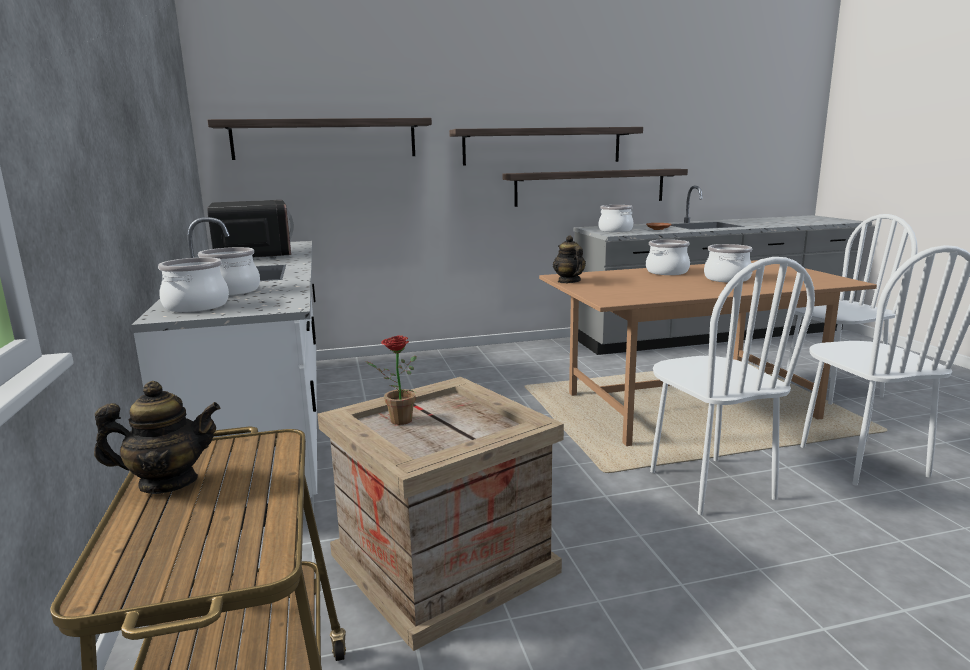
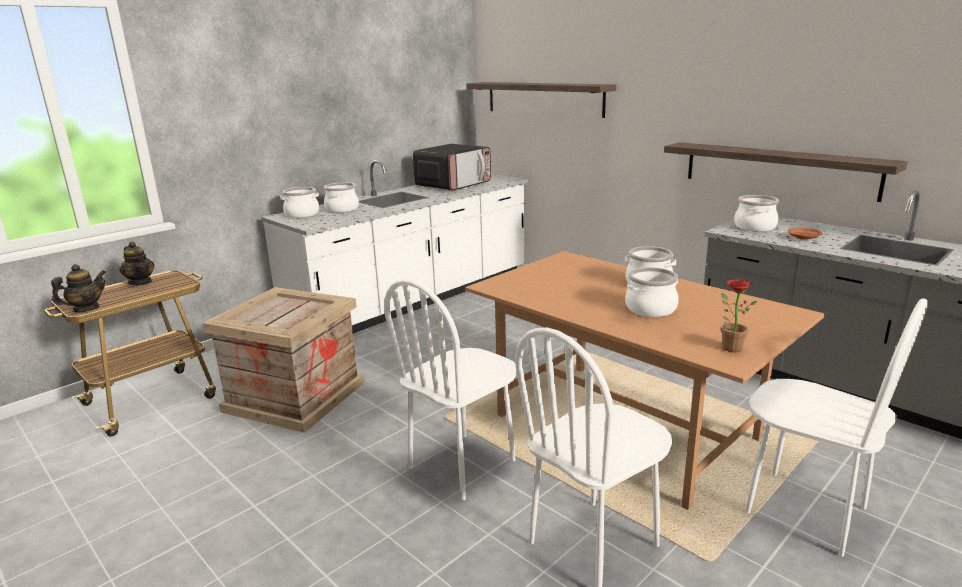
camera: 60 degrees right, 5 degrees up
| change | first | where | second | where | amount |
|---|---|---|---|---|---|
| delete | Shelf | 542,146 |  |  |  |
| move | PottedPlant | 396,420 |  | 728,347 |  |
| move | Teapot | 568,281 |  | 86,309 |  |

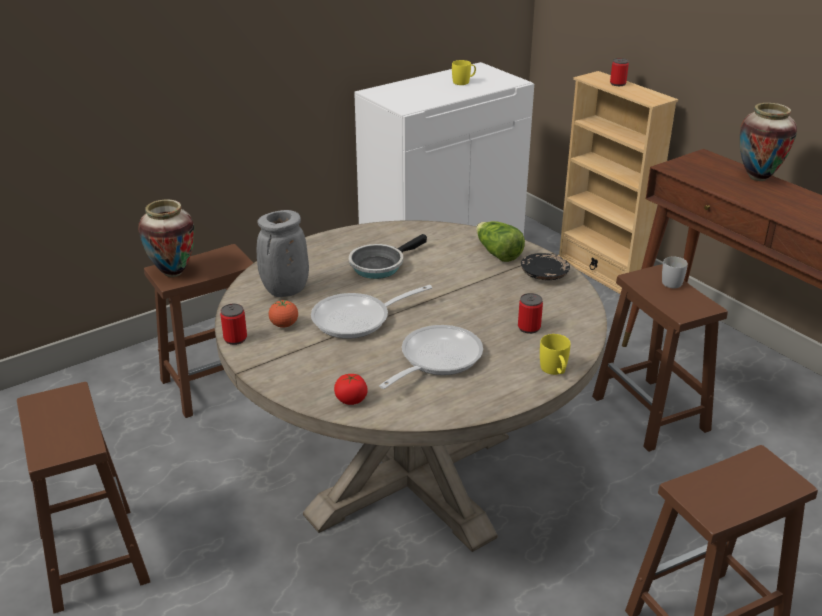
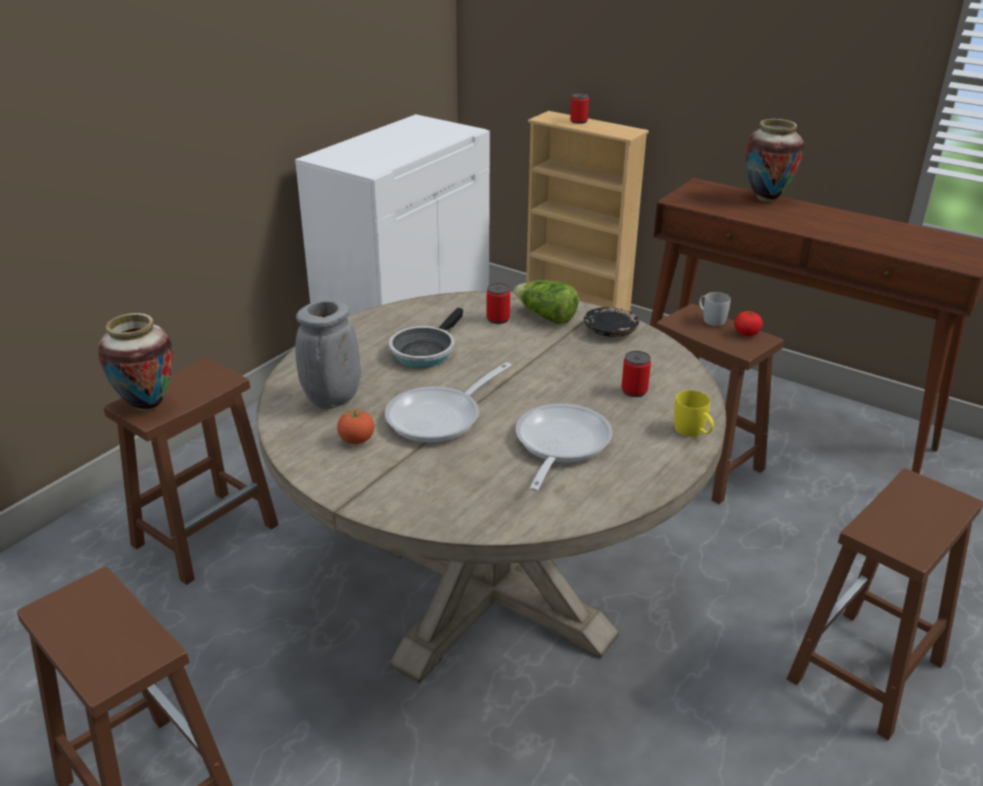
camera: 20 degrees left, 0 degrees up
| change | first | where | second | where | amount |
|---|---|---|---|---|---|
| delete | YellowMug | 464,82 |  |  |  |
| move | Can | 235,339 |  | 498,319 |  |
| move | Tomato | 351,400 |  | 746,333 |  |

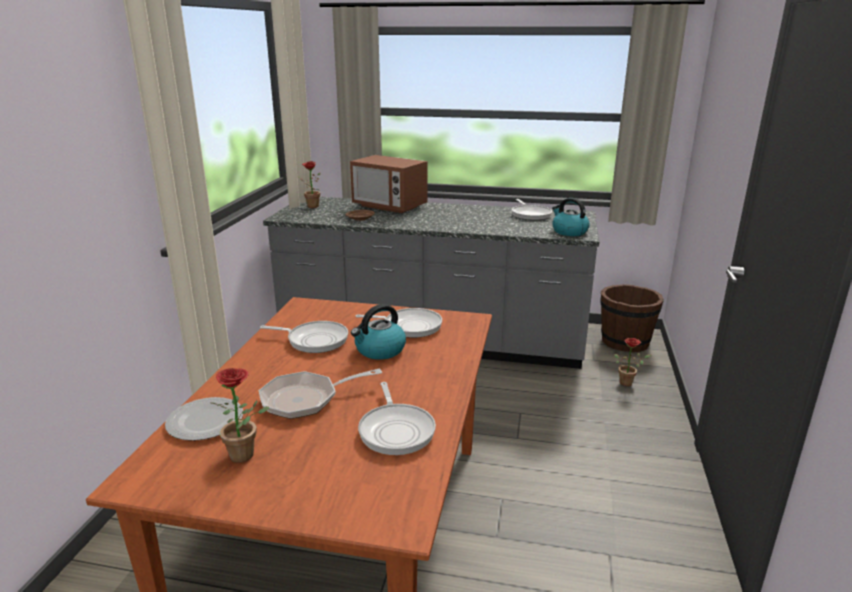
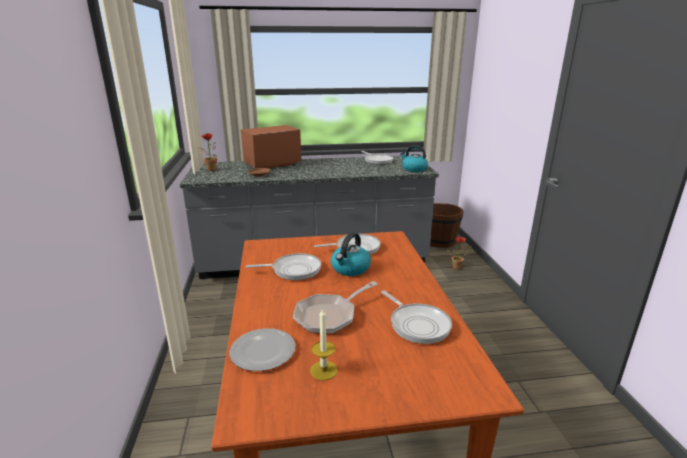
camera: 20 degrees left, 0 degrees up
| change | first | where | second | where | amount |
|---|---|---|---|---|---|
| replace | PottedPlant | 247,455 | Candle | 323,370 |  |
| rotate | Microwave | 389,206 |  | 272,164 | 135 degrees clockwise |

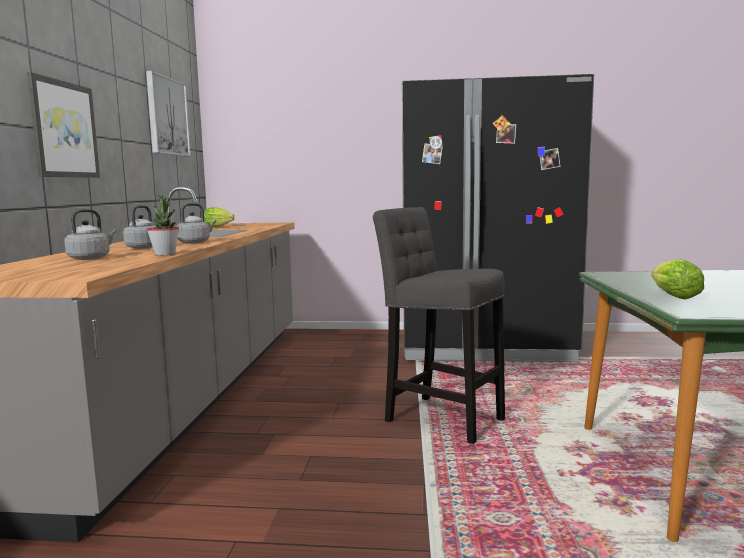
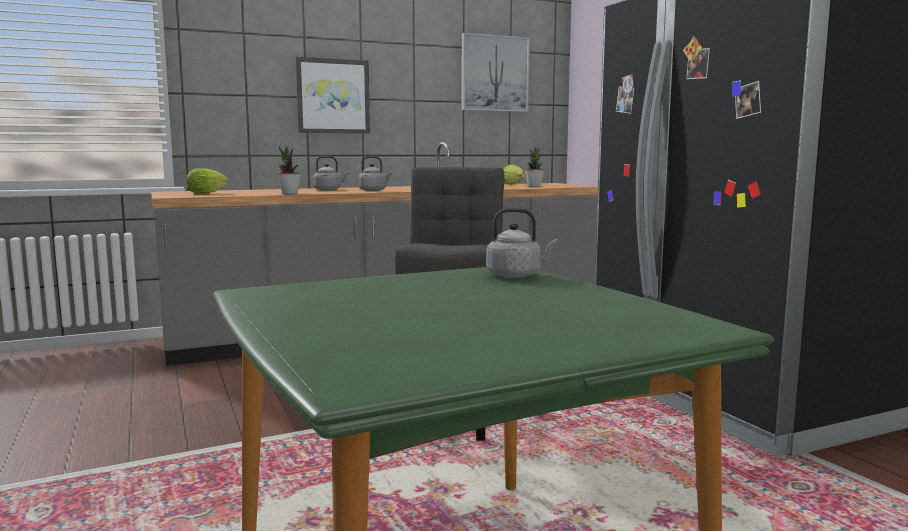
camera: 60 degrees right, 0 degrees up
| change | first | where | second | where | amount |
|---|---|---|---|---|---|
| insert |  |  | PottedPlant | 534,186 |  |
| move | GreyKettle | 91,258 |  | 517,275 |  |
| move | Lettuce | 672,296 |  | 208,193 |  |

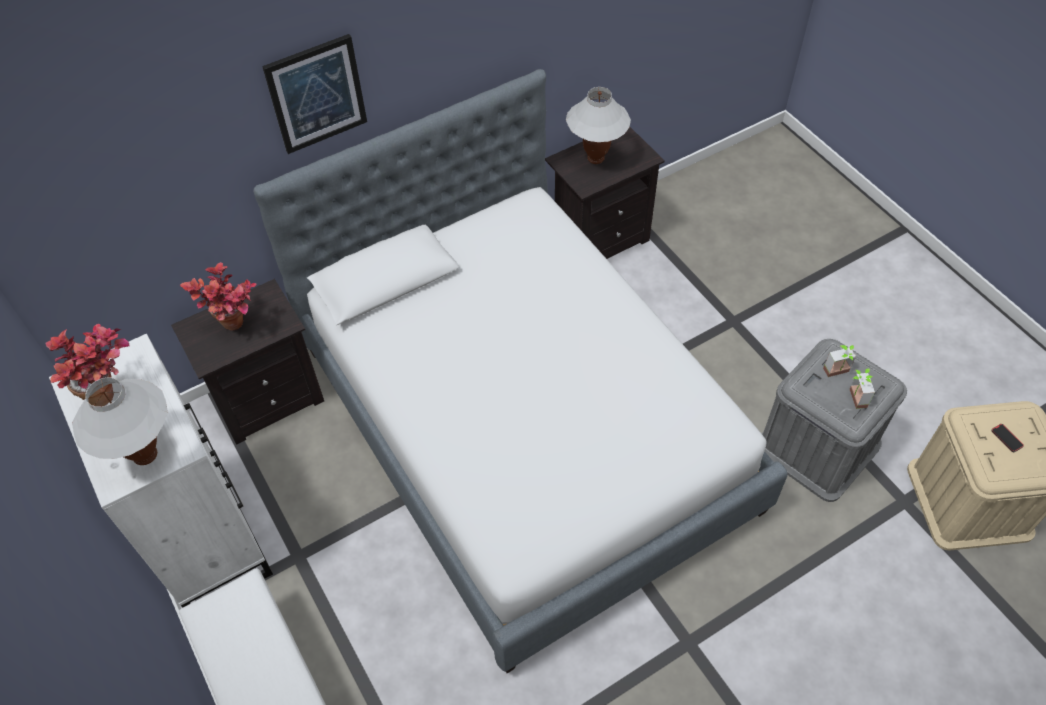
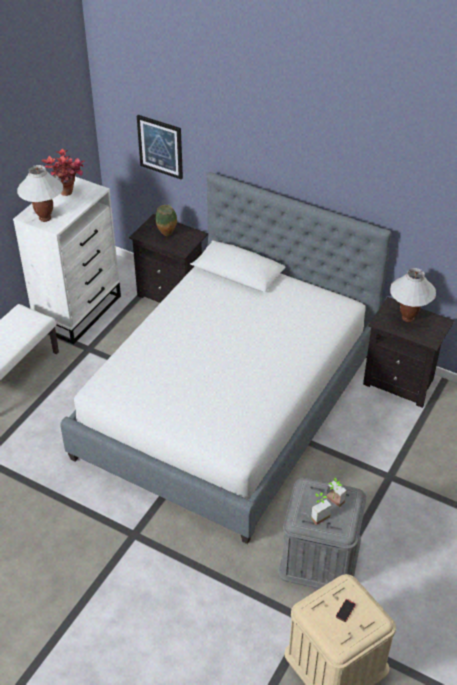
camera: 60 degrees right, 10 degrees down
| change | first | where | second | where | amount |
|---|---|---|---|---|---|
| move | Picture | 316,94 |  | 160,146 |  |
| replace | PottedPlant | 237,328 | Vase | 167,235 |  |

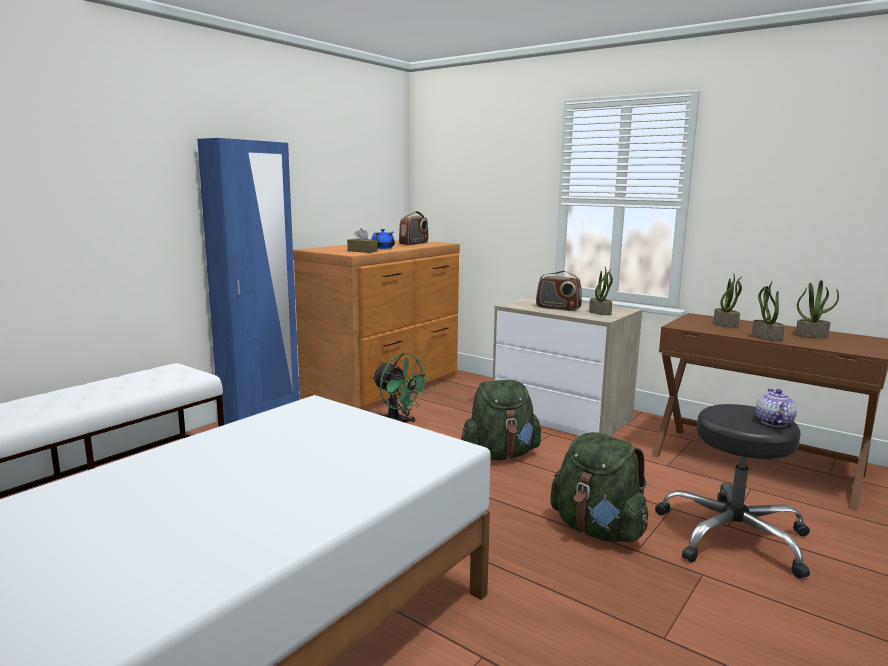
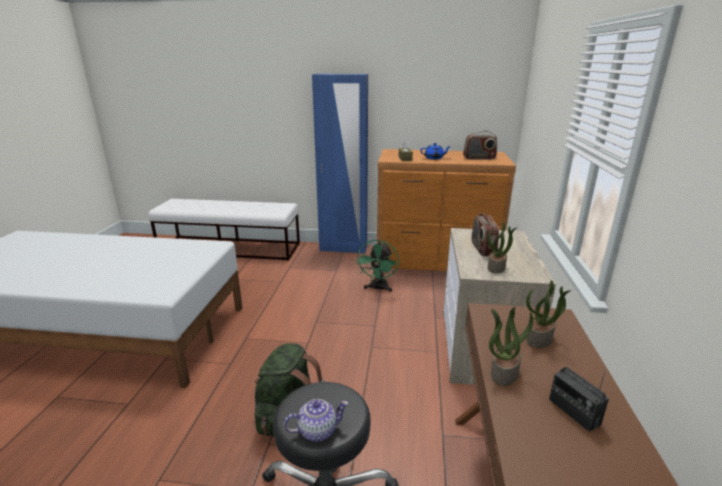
camera: 60 degrees right, 10 degrees up
| change | first | where | second | where | amount |
|---|---|---|---|---|---|
| delete | GreenBackpack | 500,455 |  |  |  |
| replace | PottedPlant | 811,336 | Radio | 573,412 |  |

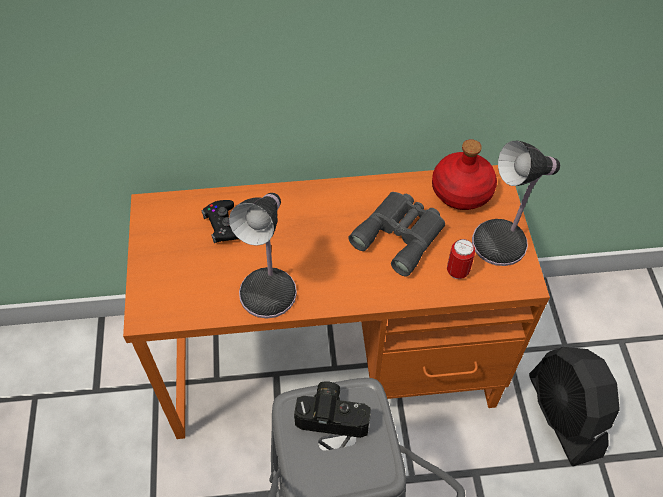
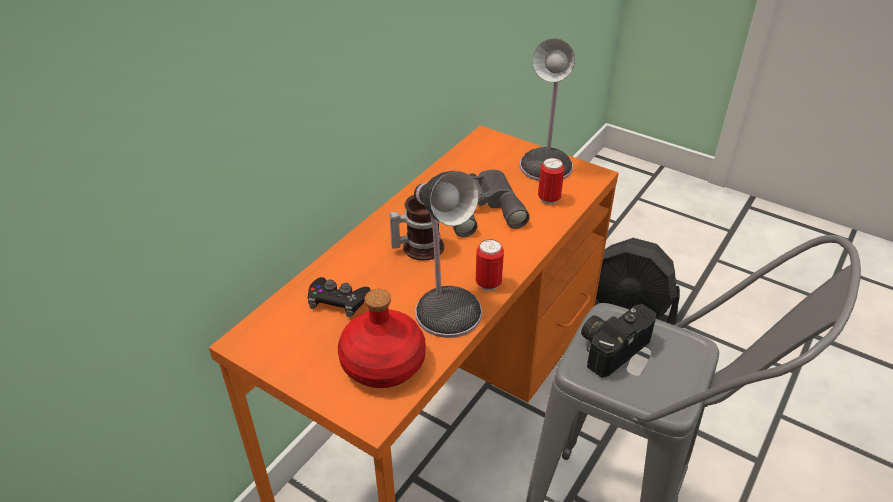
camera: 50 degrees left, 15 degrees down
| change | first | where | second | where | amount |
|---|---|---|---|---|---|
| insert |  |  | Mug | 418,246 |  |
| insert |  |  | Can | 488,284 |  |
| move | RedBottle | 462,191 |  | 383,362 |  |

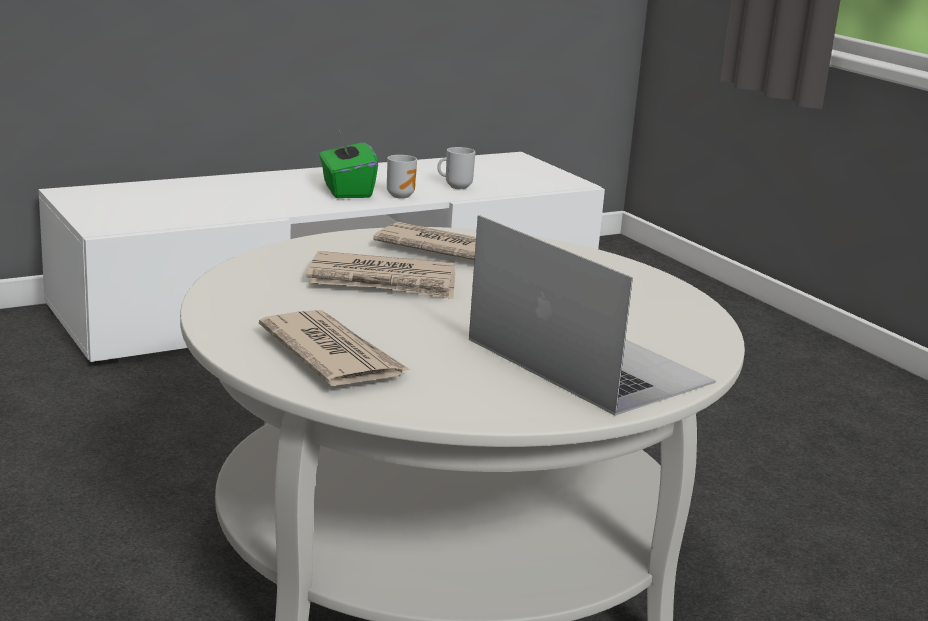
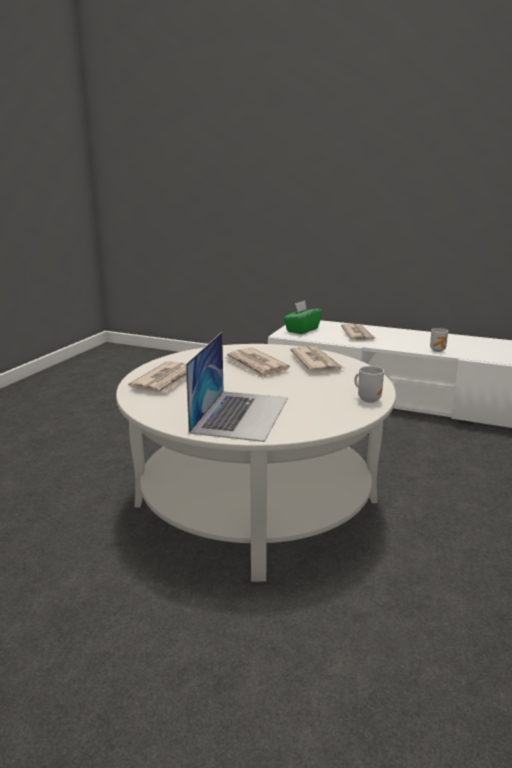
camera: 55 degrees right, 0 degrees up
| change | first | where | second | where | amount |
|---|---|---|---|---|---|
| insert |  |  | Newspaper | 358,334 |  |
| move | GreenTissueBox | 346,190 |  | 302,330 |  |
| move | Mug | 456,187 |  | 368,399 |  |

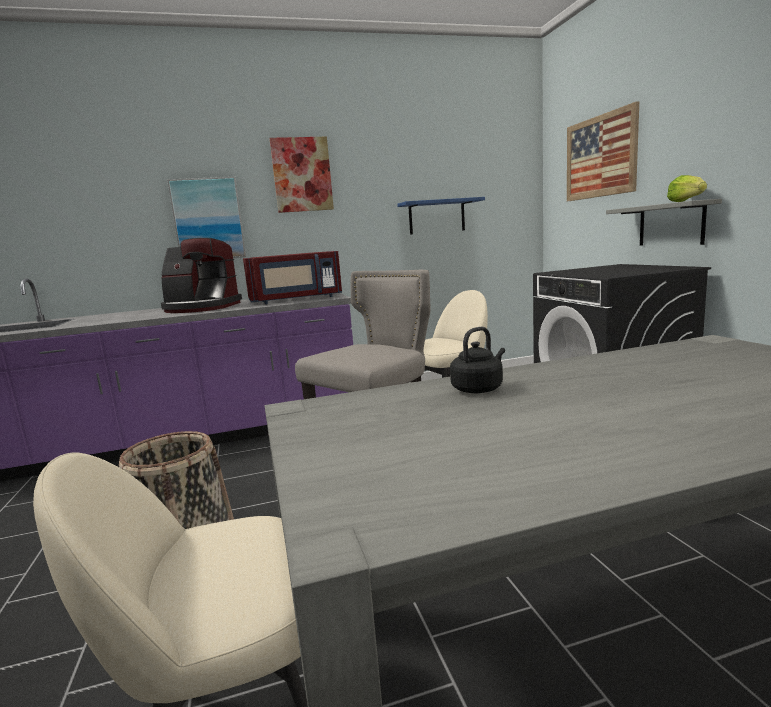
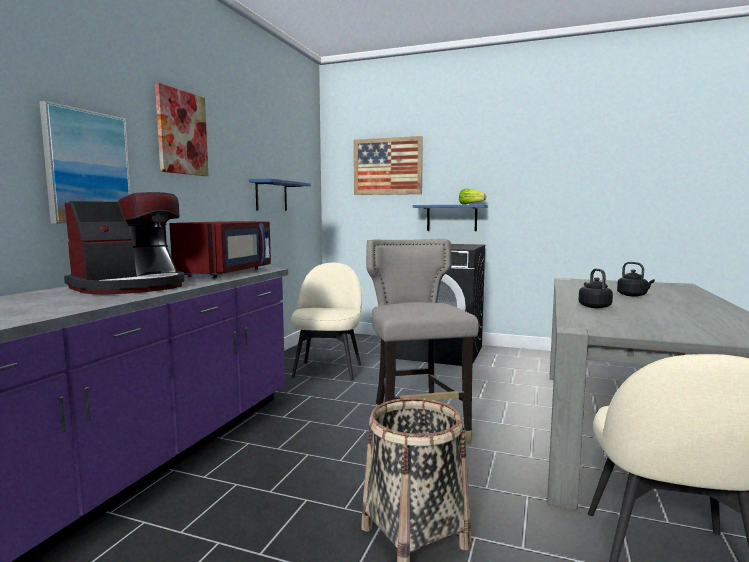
camera: 55 degrees left, 5 degrees down
| change | first | where | second | where | amount |
|---|---|---|---|---|---|
| insert |  |  | BlackKettle | 633,295 |  |
| recolor | GreyShelf | 671,224 | BlueShelf | 451,218 |  |

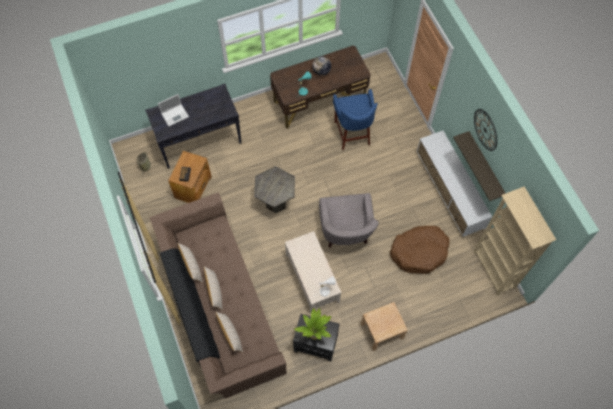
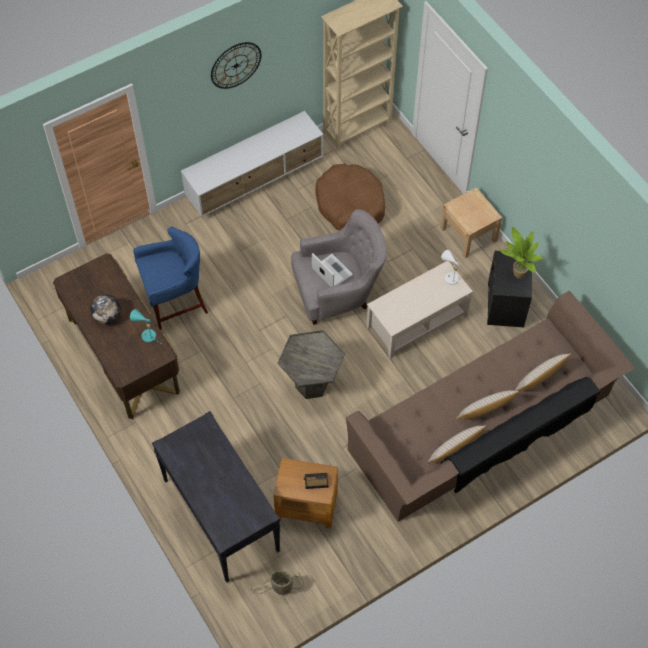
camera: 100 degrees left, 5 degrees down
| change | first | where | second | where | amount |
|---|---|---|---|---|---|
| delete | Shelf | 485,166 |  |  |  |
| move | Laptop | 175,114 |  | 331,271 |  |

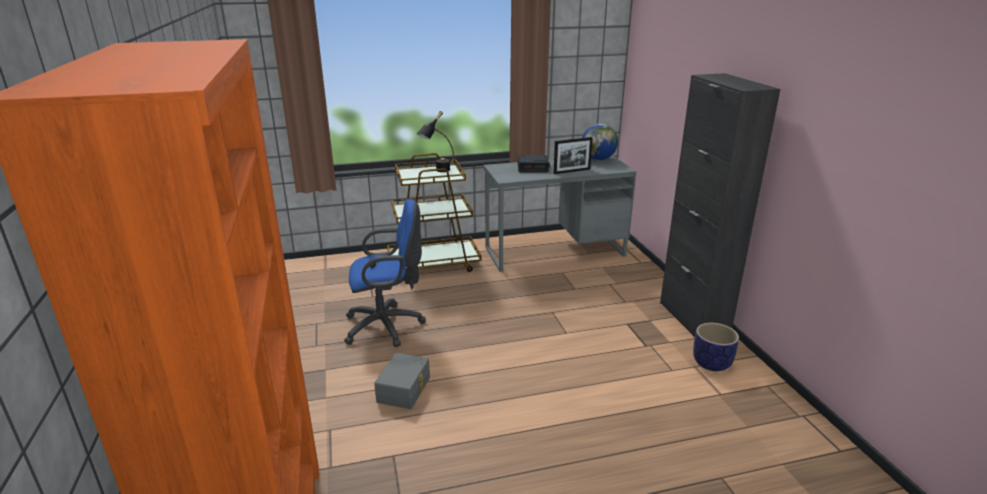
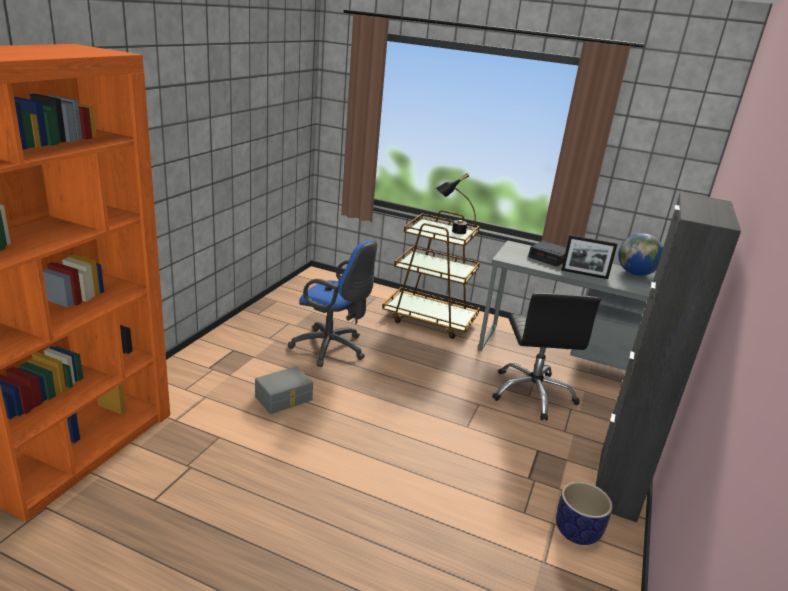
camera: 35 degrees right, 0 degrees up
| change | first | where | second | where | amount |
|---|---|---|---|---|---|
| insert |  |  | BlackOfficeChair | 533,394 |  |

